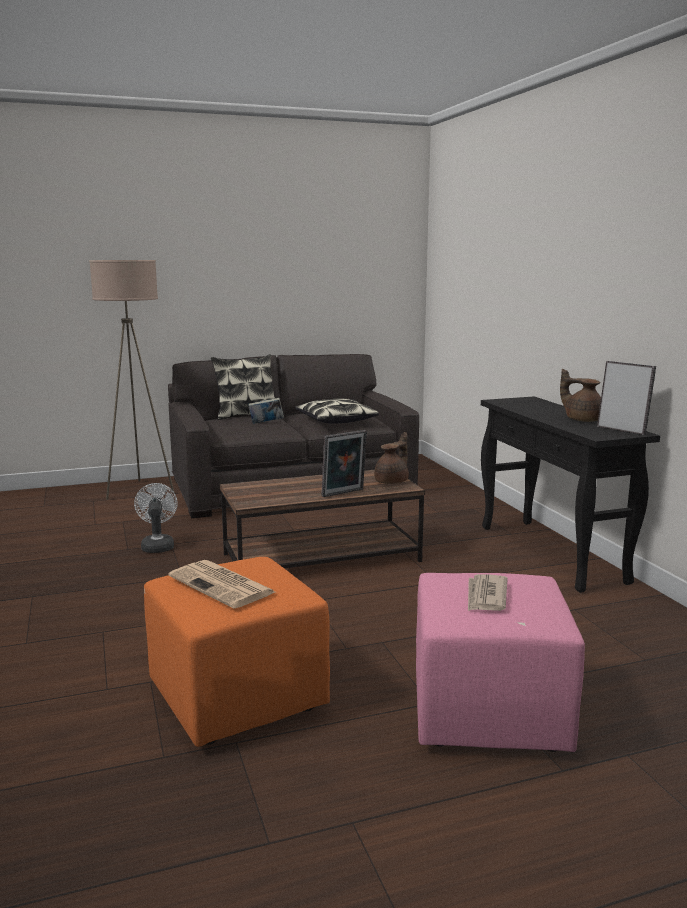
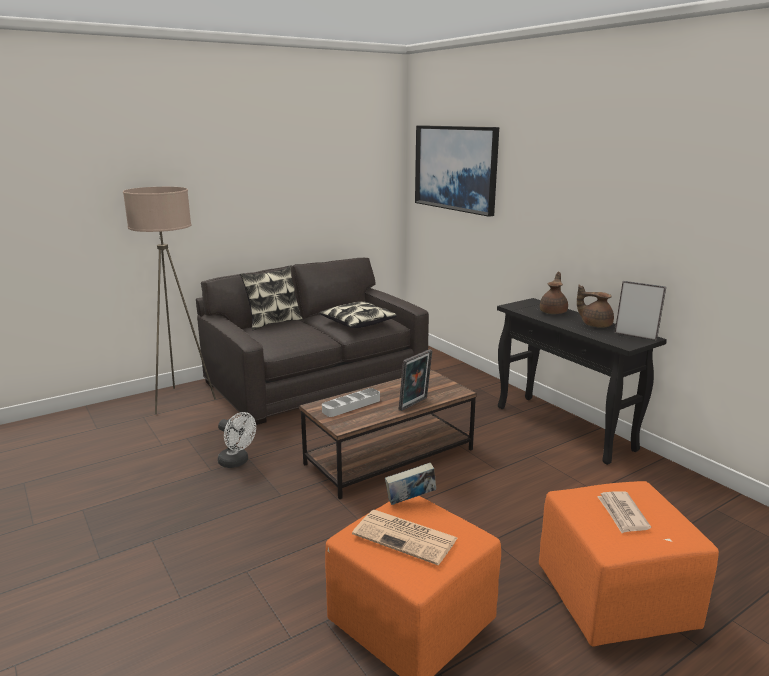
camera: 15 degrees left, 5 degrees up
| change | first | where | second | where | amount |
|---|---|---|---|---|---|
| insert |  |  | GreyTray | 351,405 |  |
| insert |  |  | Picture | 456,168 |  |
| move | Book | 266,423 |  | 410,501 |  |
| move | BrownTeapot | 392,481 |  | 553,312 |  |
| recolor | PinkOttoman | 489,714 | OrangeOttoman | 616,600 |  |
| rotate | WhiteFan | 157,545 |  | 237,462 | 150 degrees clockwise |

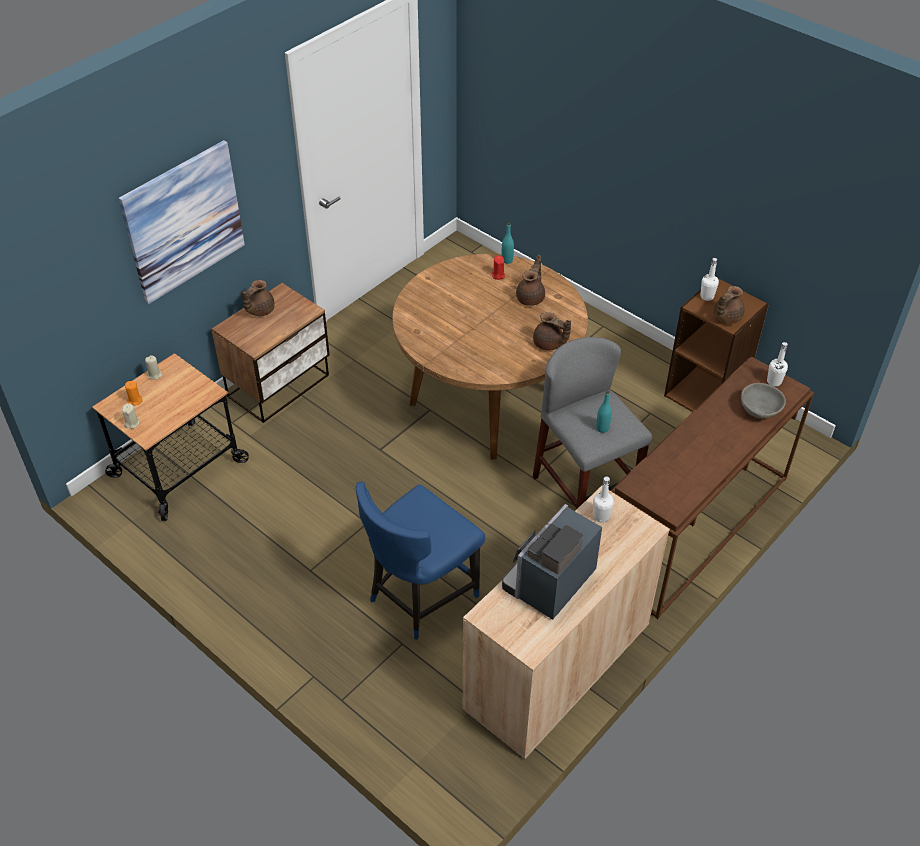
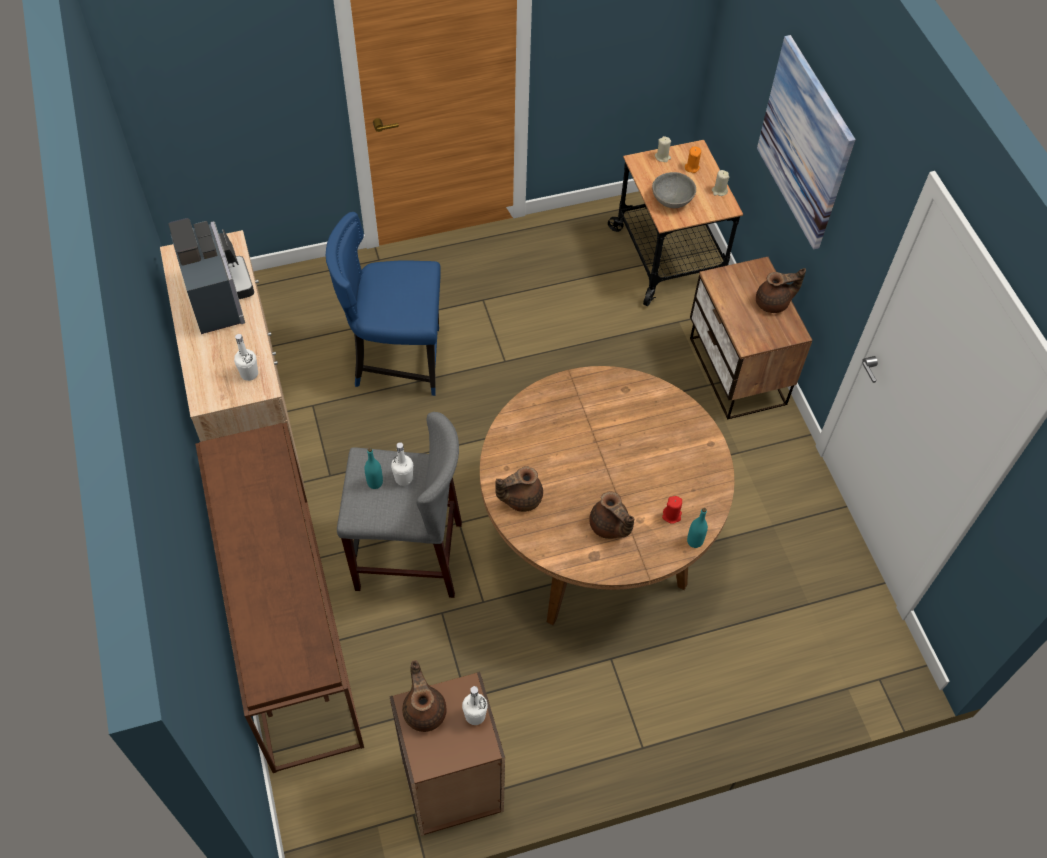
camera: 120 degrees right, 10 degrees up
| change | first | where | second | where | amount |
|---|---|---|---|---|---|
| move | GreyBowl | 759,410 |  | 671,199 |  |
| move | WhiteBottle | 774,381 |  | 403,478 |  |
| rotate | BrownTeapot | 259,310 |  | 773,303 | 105 degrees clockwise |
| rotate | BlueChair | 419,596 |  | 395,360 | 75 degrees counterclockwise |

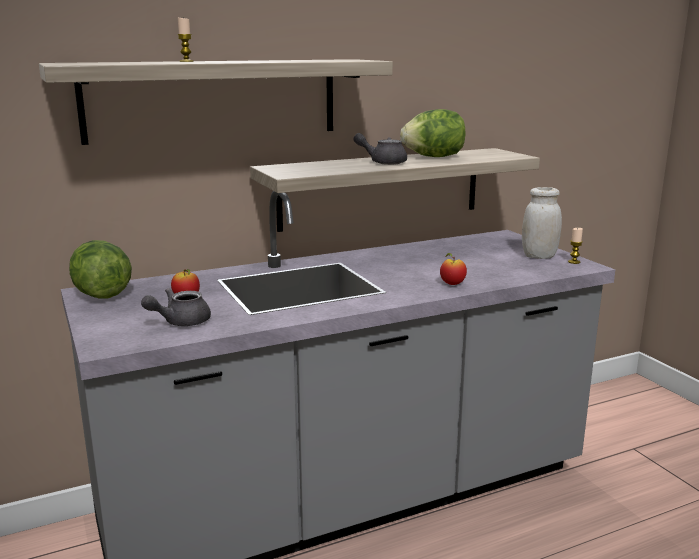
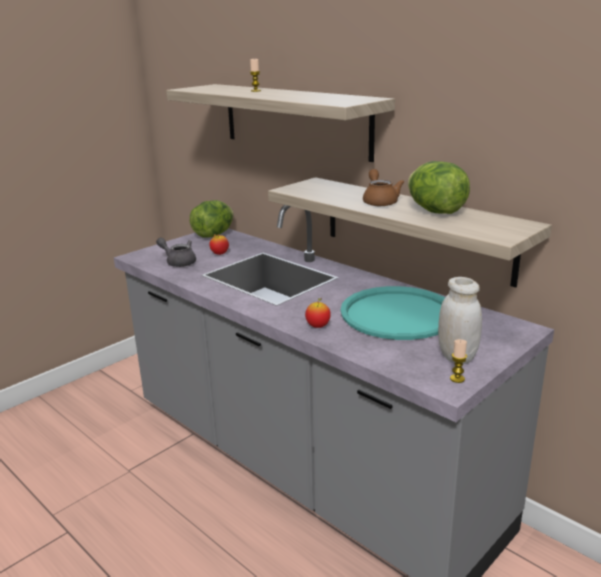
camera: 70 degrees right, 5 degrees up
| change | first | where | second | where | amount |
|---|---|---|---|---|---|
| insert |  |  | TurquoiseTray | 398,314 |  |
| recolor | GreyTeapot | 383,162 | BrownTeapot | 379,201 |  |

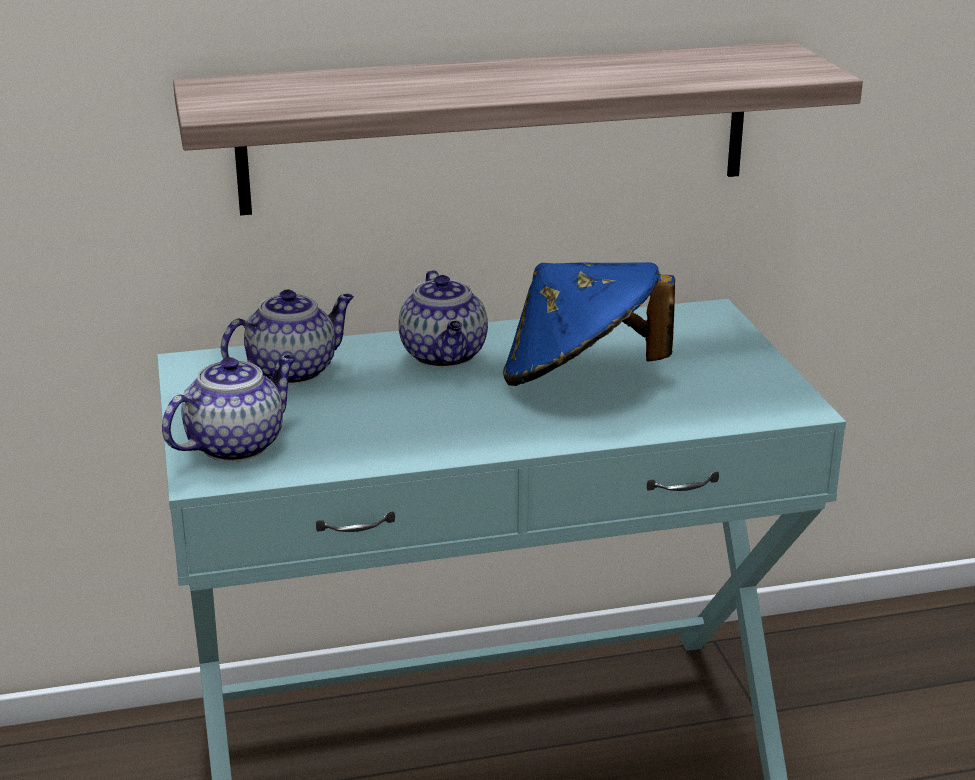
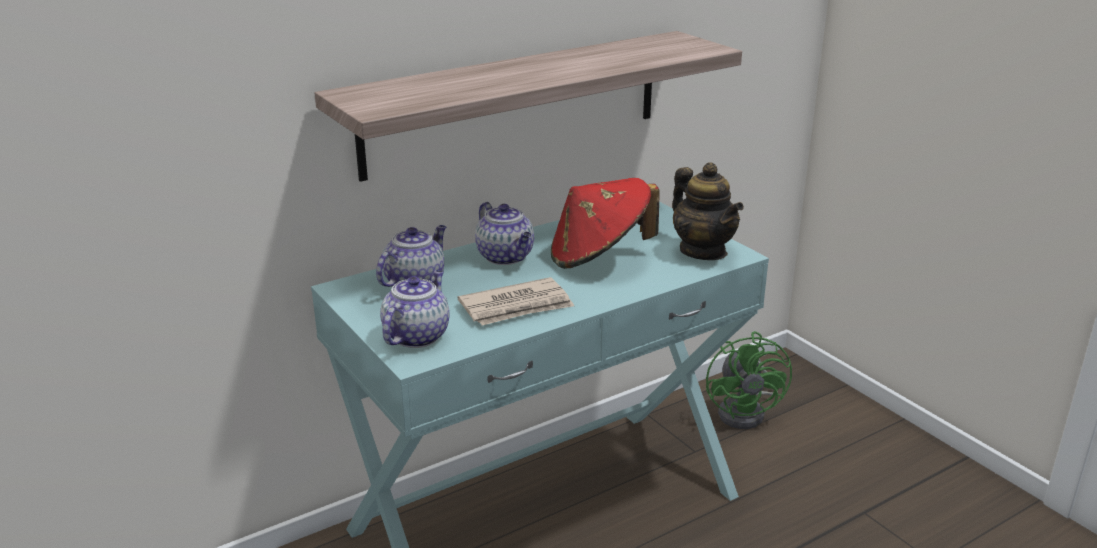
camera: 20 degrees left, 0 degrees up
| change | first | where | second | where | amount |
|---|---|---|---|---|---|
| insert |  |  | Newspaper | 517,306 |  |
| insert |  |  | Teapot | 703,251 |  |
| insert |  |  | GreenFan | 747,412 |  |
| recolor | BlueHat | 580,377 | RedHat | 599,256 |  |

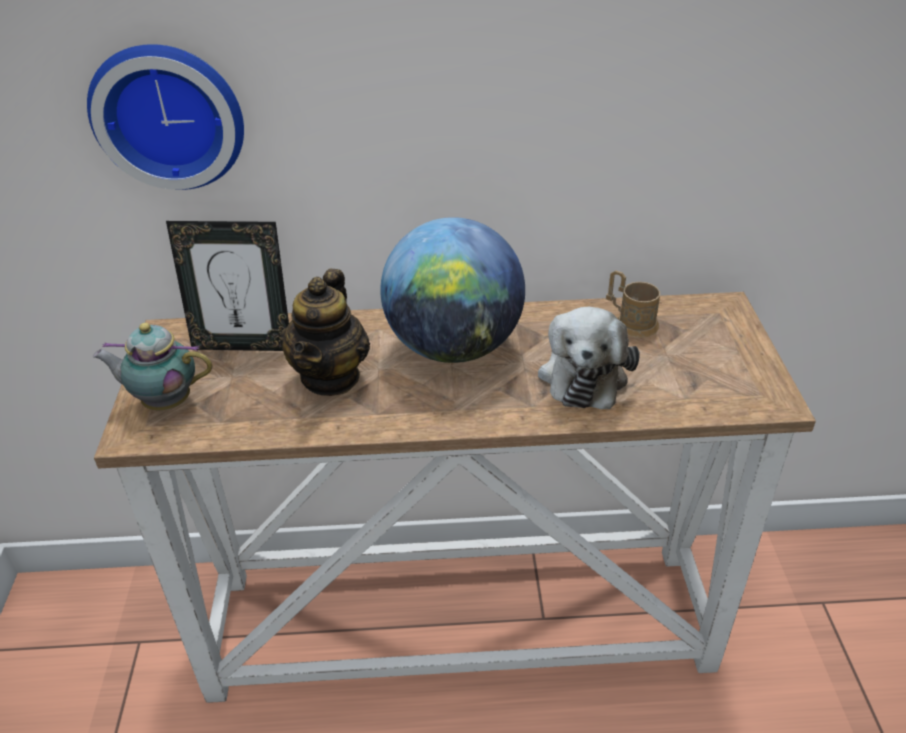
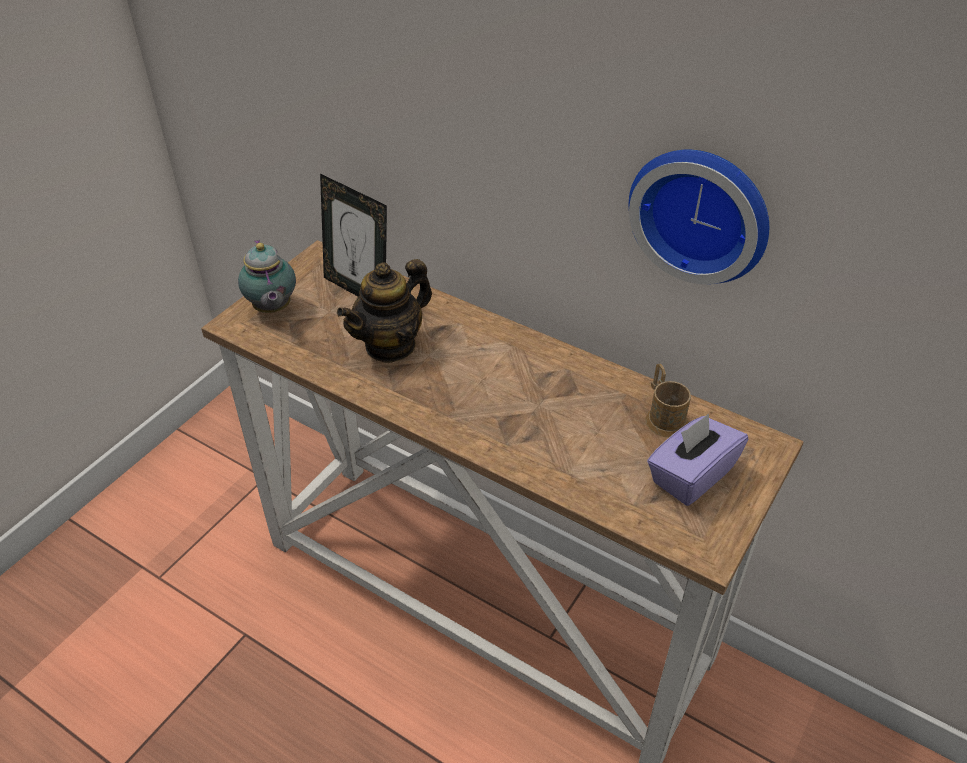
camera: 35 degrees right, 5 degrees up
| change | first | where | second | where | amount |
|---|---|---|---|---|---|
| delete | Globe | 454,347 |  |  |  |
| delete | PlushToy | 583,374 |  |  |  |
| insert |  |  | PurpleTissueBox | 691,475 |  |
| move | WallClock | 169,114 |  | 702,212 |  |
| rotate | Teapot | 164,402 |  | 272,309 | 150 degrees counterclockwise |

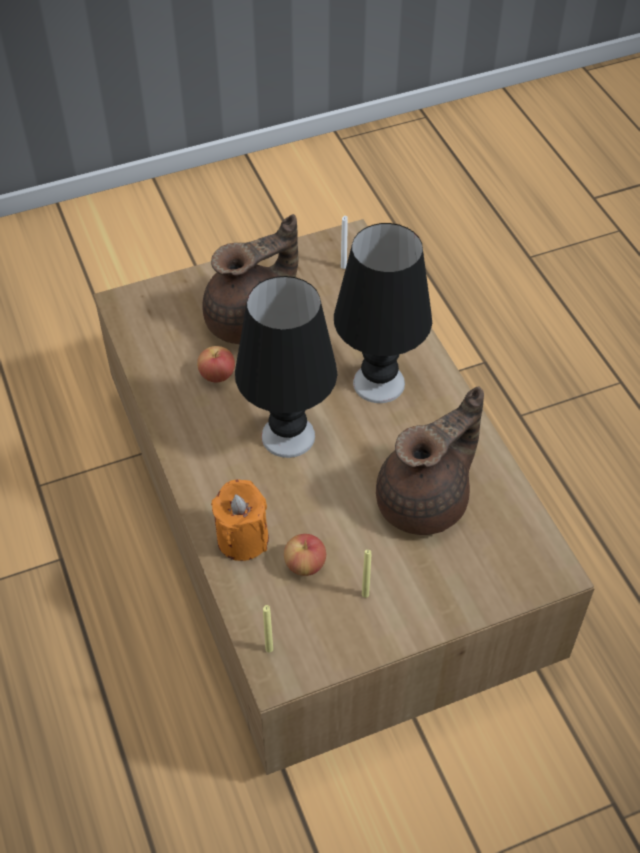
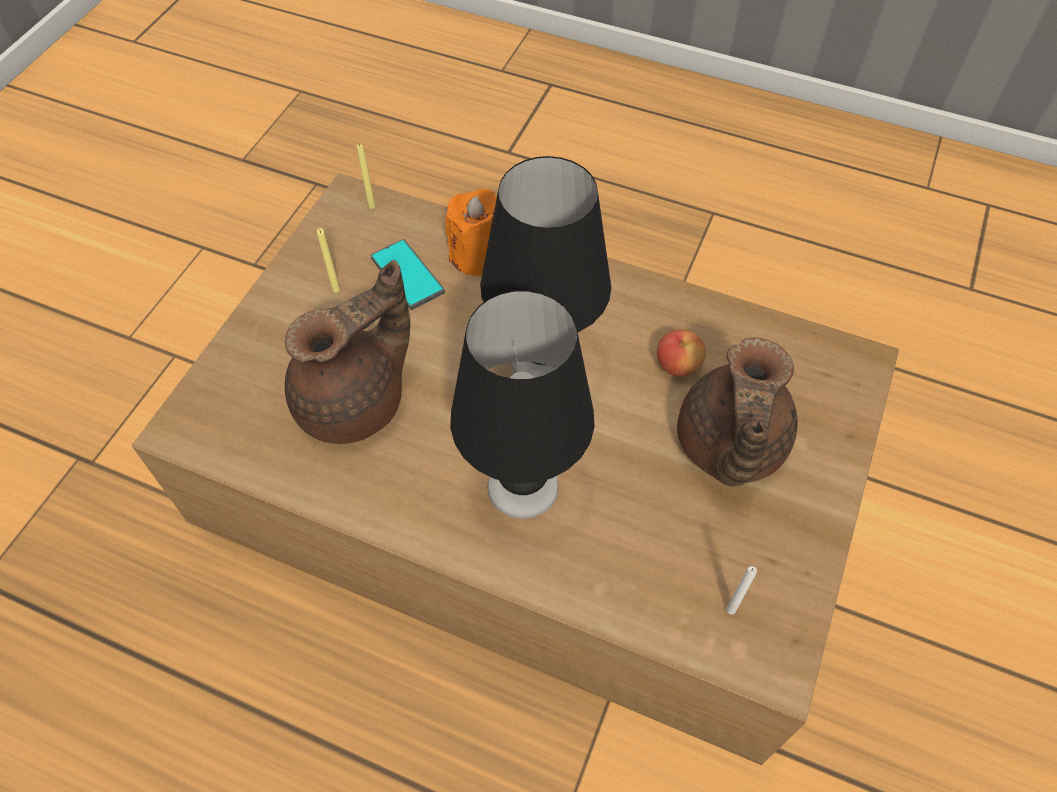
camera: 135 degrees right, 5 degrees up
| change | first | where | second | where | amount |
|---|---|---|---|---|---|
| replace | Apple | 305,564 | Phone | 407,275 |  |
| rotate | BrownTeapot | 426,501 |  | 356,401 | 135 degrees counterclockwise |

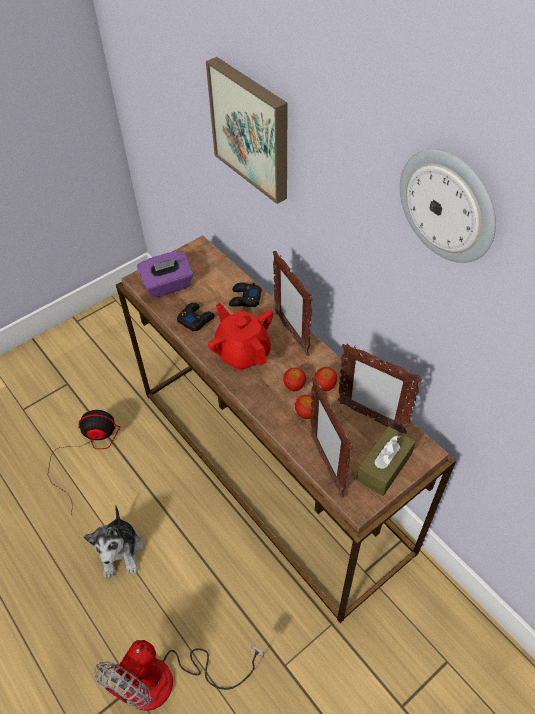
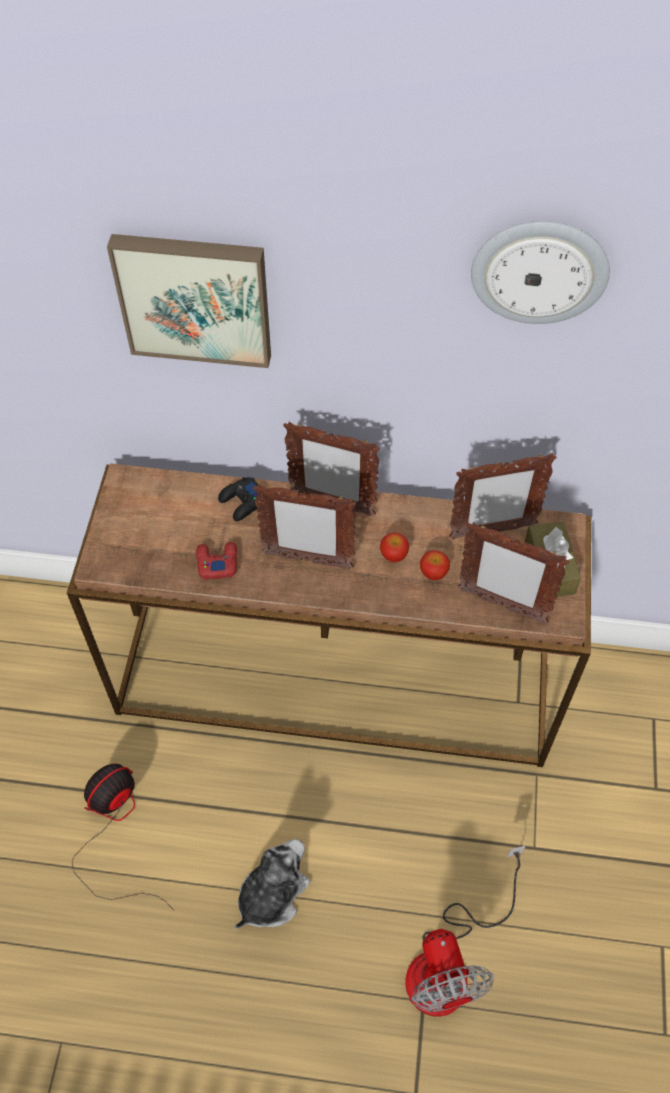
camera: 45 degrees left, 5 degrees up
| change | first | where | second | where | amount |
|---|---|---|---|---|---|
| delete | PurpleTissueBox | 168,286 |  |  |  |
| delete | Apple | 325,385 |  |  |  |
| replace | RedTeapot | 243,352 | PictureFrame | 307,560 |  |
| recolor | BlackGameController | 195,319 | RedGameController | 217,562 |  |
| rotate | PlushToy | 121,551 |  | 271,894 | 90 degrees counterclockwise |

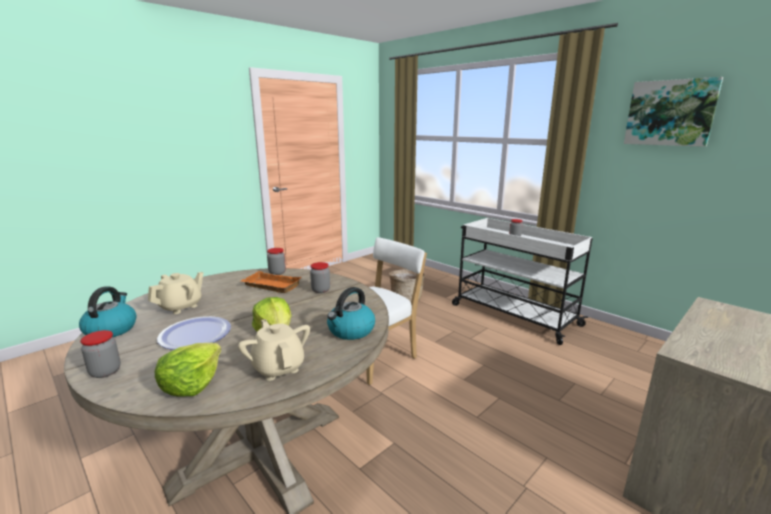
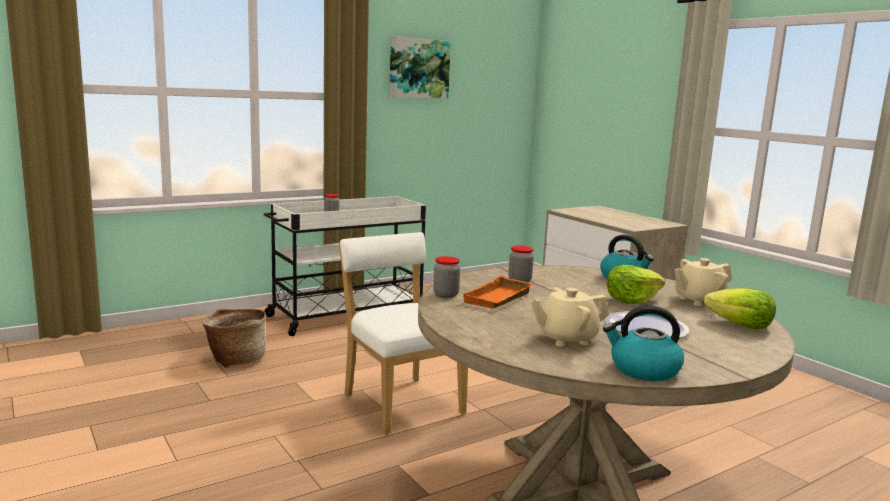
camera: 80 degrees left, 5 degrees down
| change | first | where | second | where | amount |
|---|---|---|---|---|---|
| delete | Jar | 105,372 |  |  |  |
| rotate | BeigeTeapot | 181,307 |  | 566,339 | 60 degrees counterclockwise |

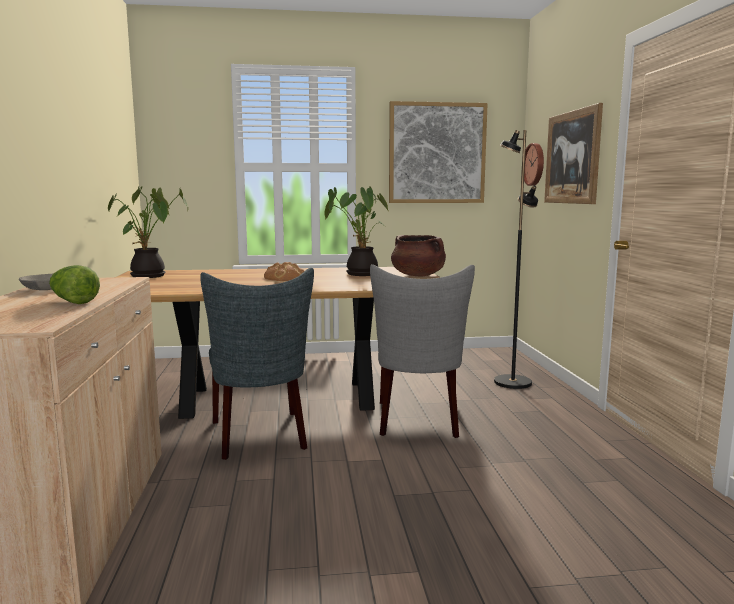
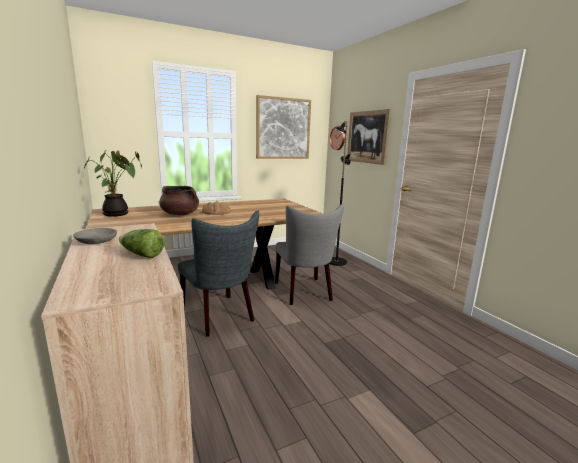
camera: 20 degrees left, 5 degrees up
| change | first | where | second | where | amount |
|---|---|---|---|---|---|
| delete | PottedPlant | 359,274 |  |  |  |
| move | BrownCookingPot | 418,275 |  | 180,214 |  |

